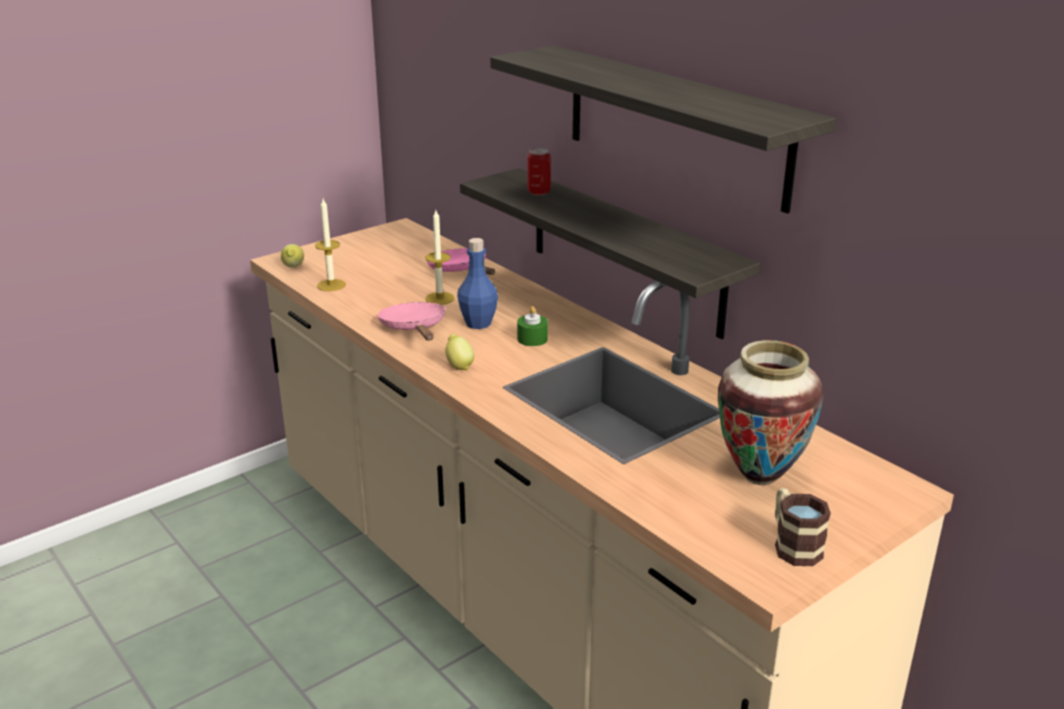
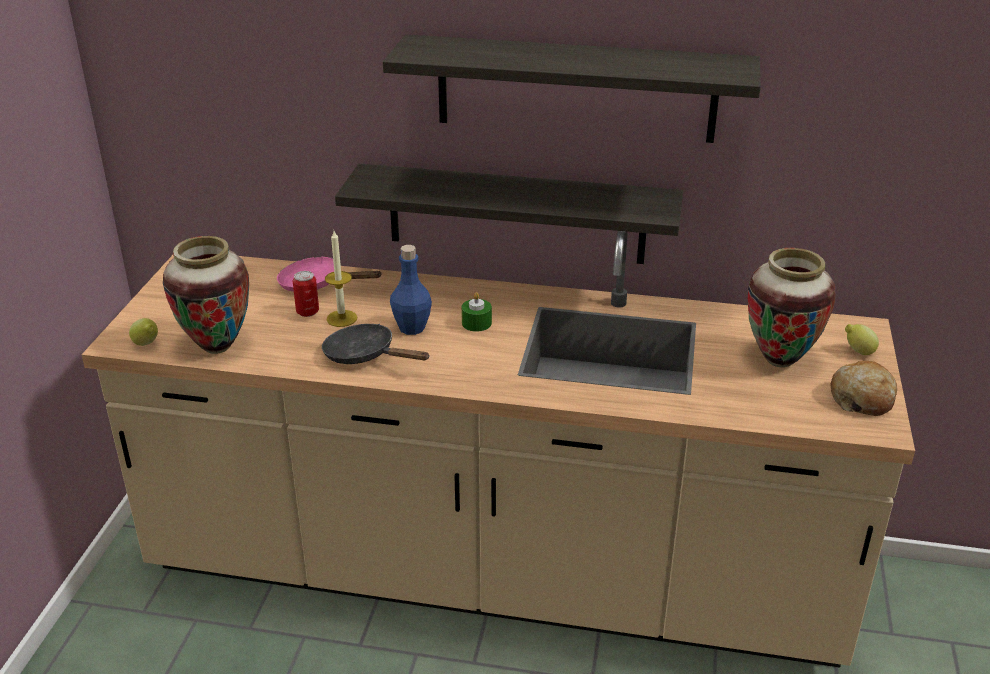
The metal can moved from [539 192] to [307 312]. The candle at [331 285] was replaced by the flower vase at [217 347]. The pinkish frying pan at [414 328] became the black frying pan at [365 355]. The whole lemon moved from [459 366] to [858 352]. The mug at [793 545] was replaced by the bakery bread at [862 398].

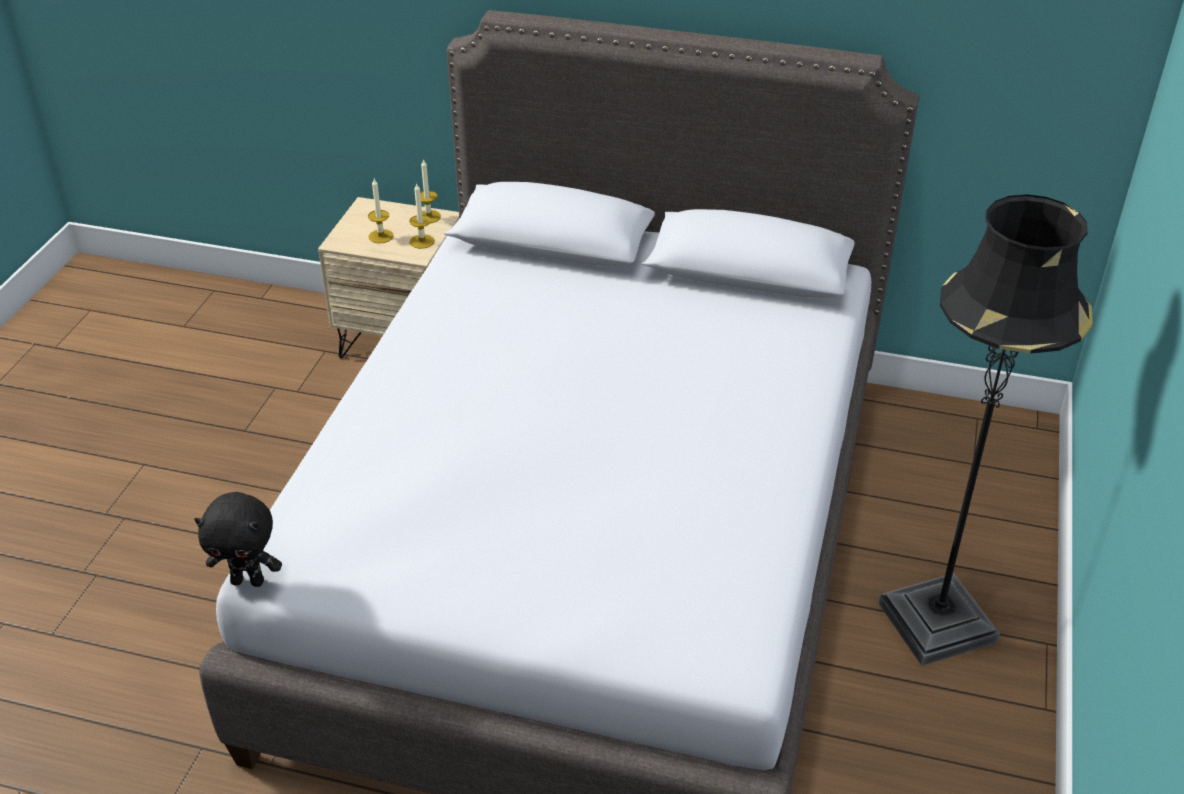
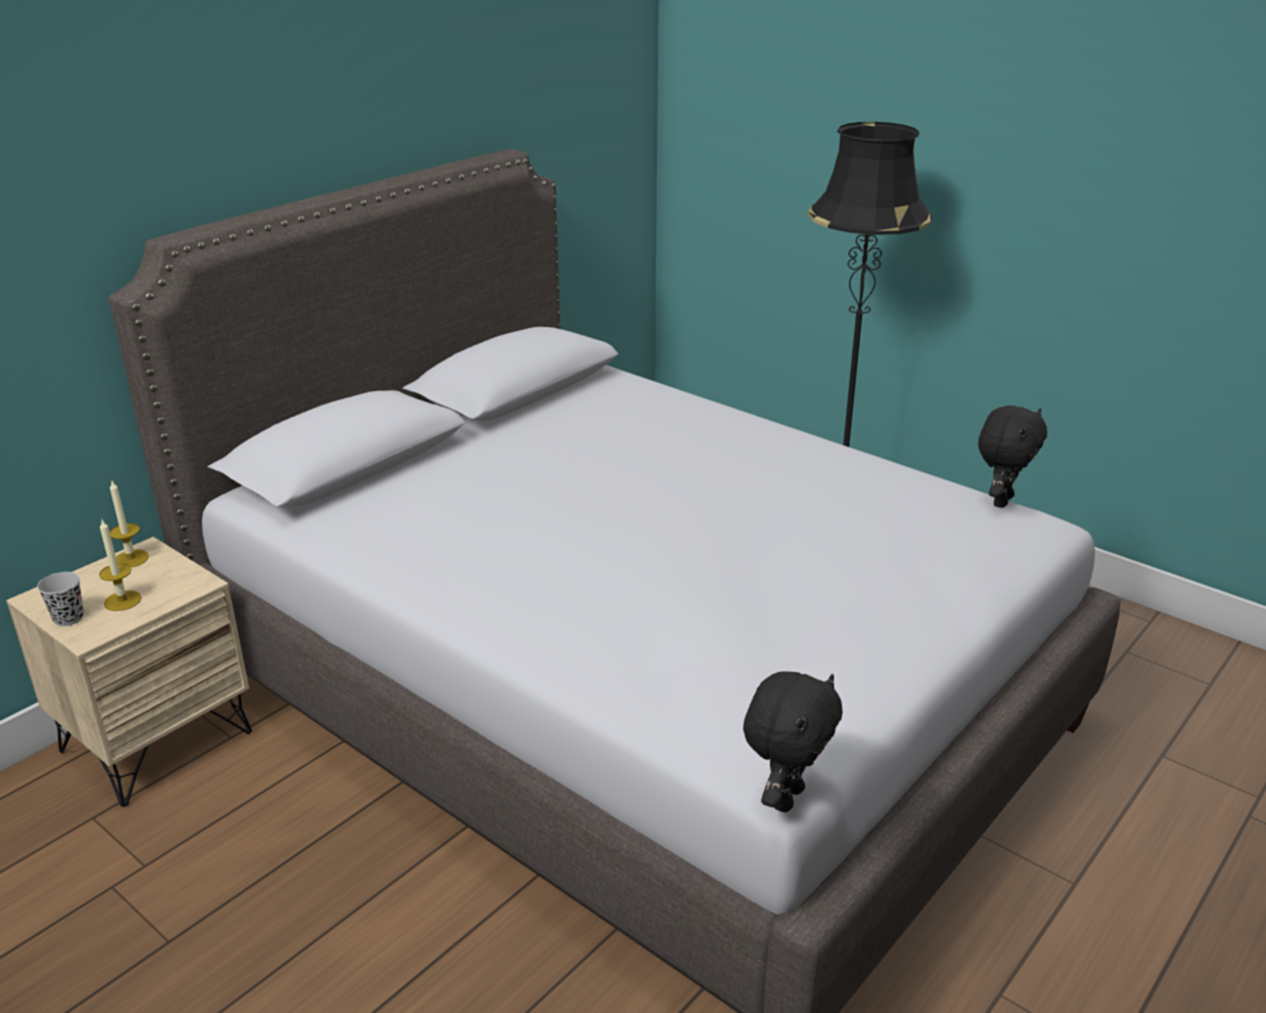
The candle at [422 241] disappeared. The black cuddly toy at [1000 500] appeared. The black drinking cup at [68 618] appeared.

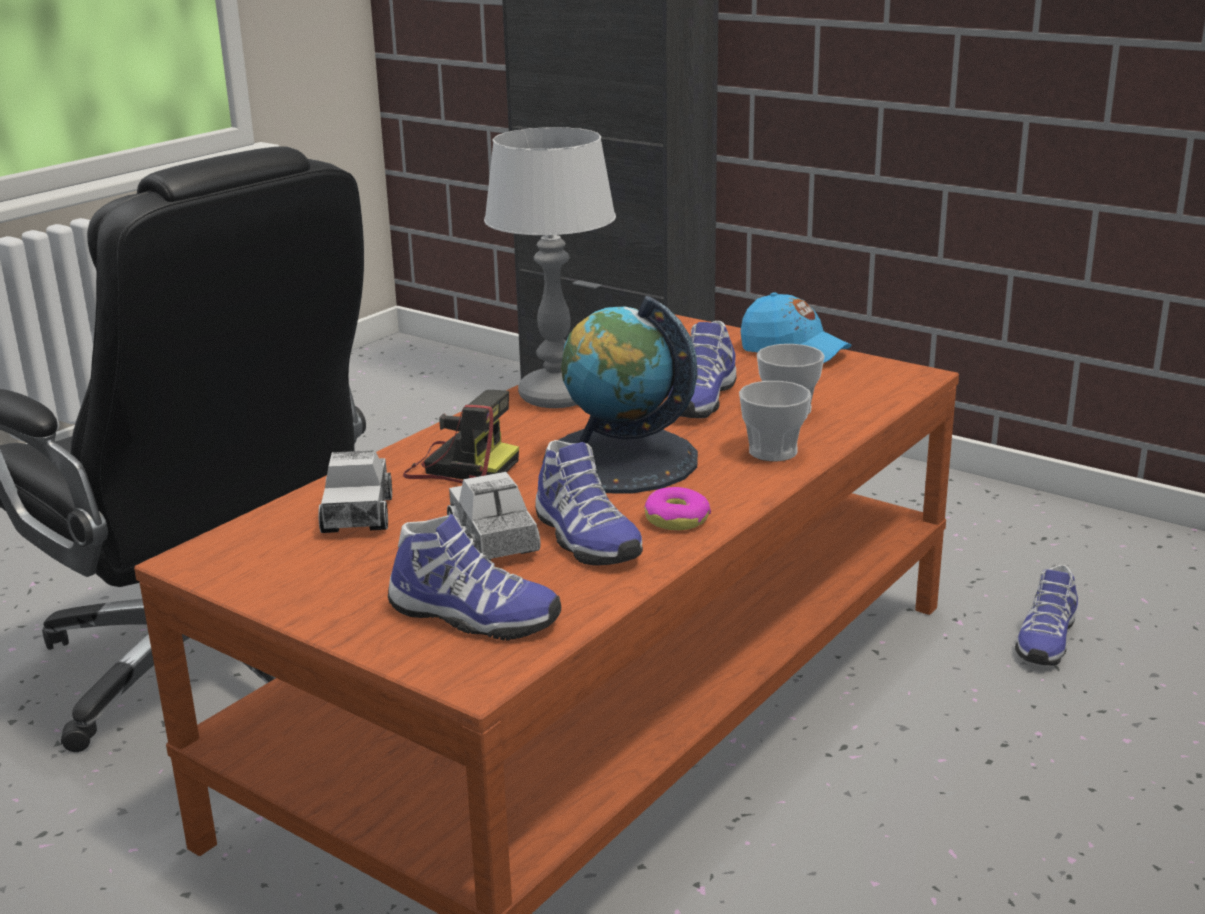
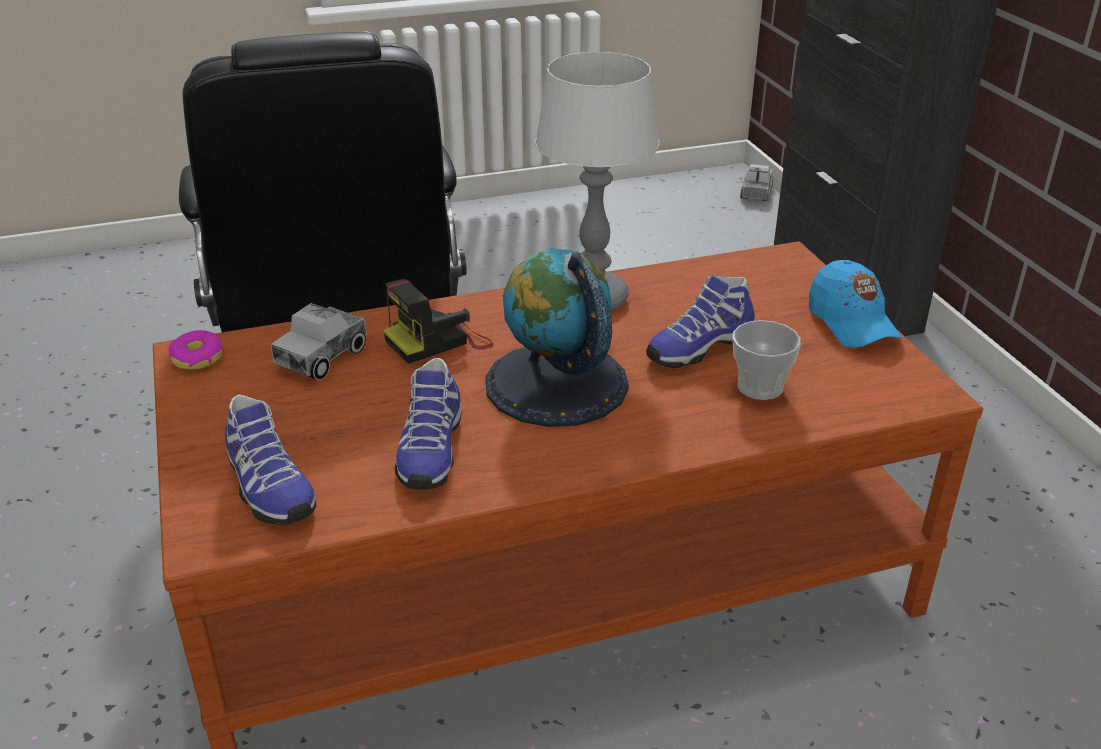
The drinking cup at [773 451] disappeared. The still camera at [459 466] turned 90 degrees clockwise. The model truck moved from [494 541] to [756 193]. The doughnut moved from [677 519] to [197 358]. The shoe at [1044 640] disappeared.

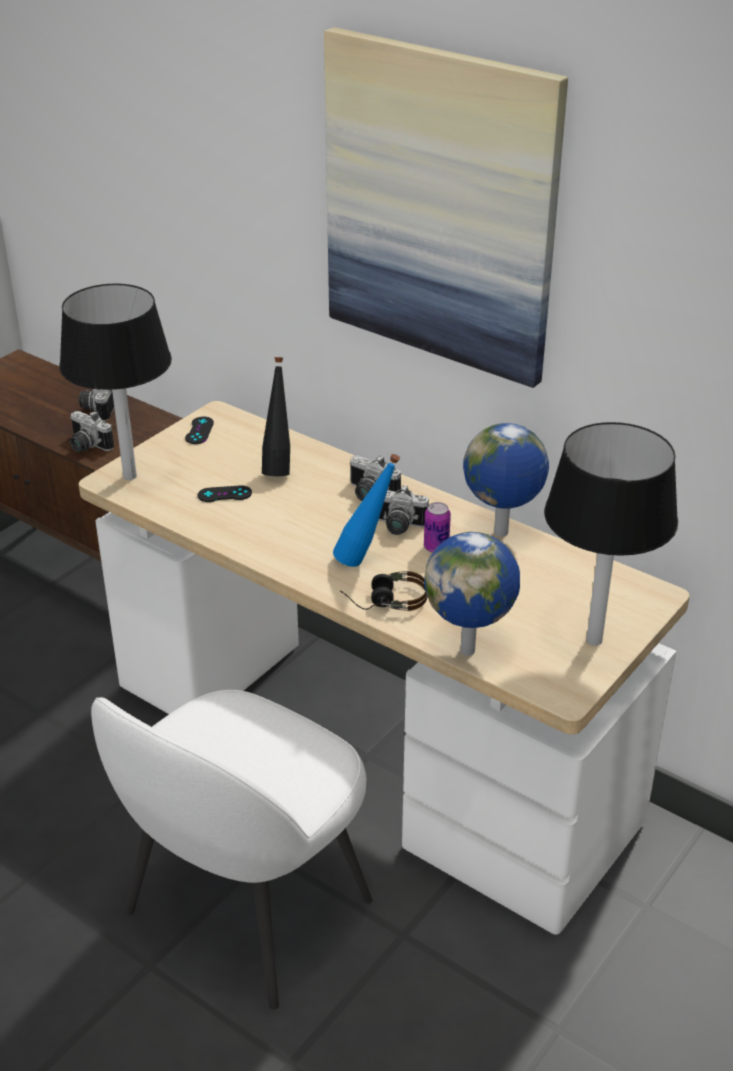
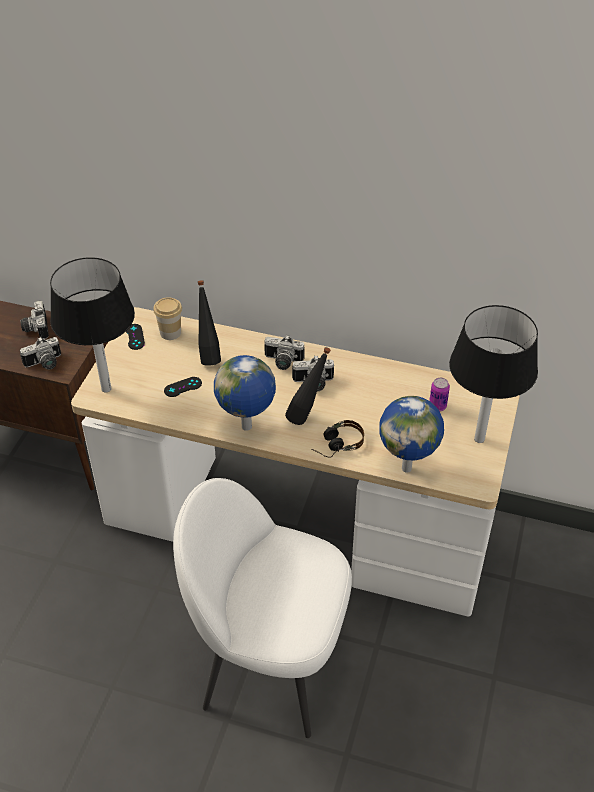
The picture at [440 207] disappeared. The still camera at [86 446] turned 45 degrees counterclockwise. The desk globe moved from [501 533] to [247 427]. The blue-coloured beverage bottle at [365 560] became the black beverage bottle at [307 416]. The metal can moved from [436 547] to [437 406]. The whitish plain chair at [244 911] turned 90 degrees clockwise. The drinking cup at [170 333] appeared.

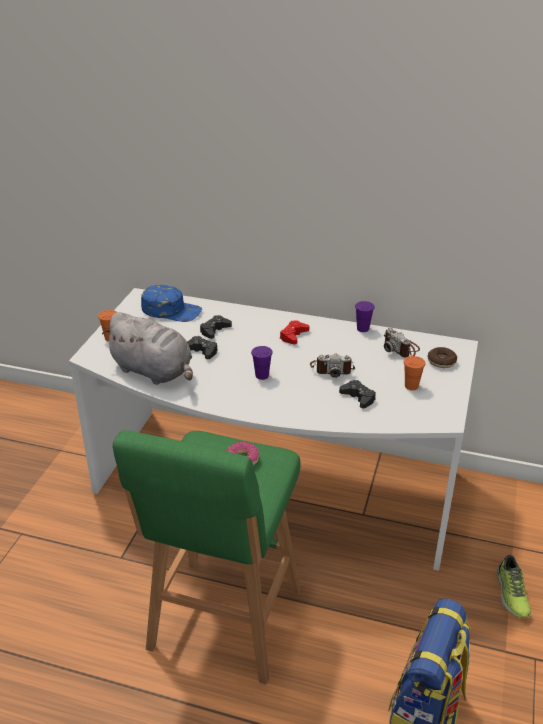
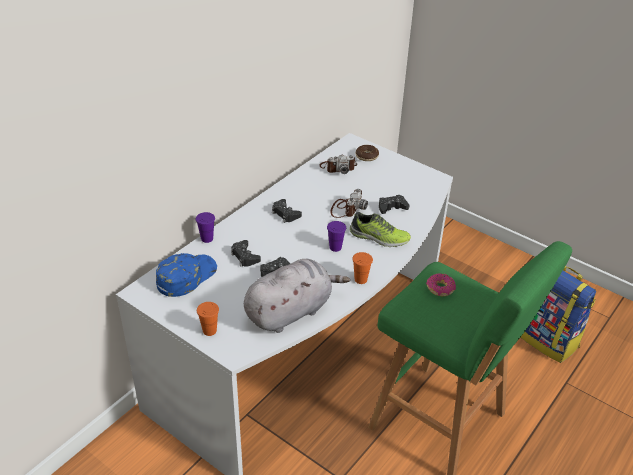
The purple drinking cup moved from [363 329] to [207 238]. The red joypad at [293 336] became the black joypad at [285 214]. The orange drinking cup moved from [411 386] to [360 279]. The shoe moved from [511 593] to [379 237].

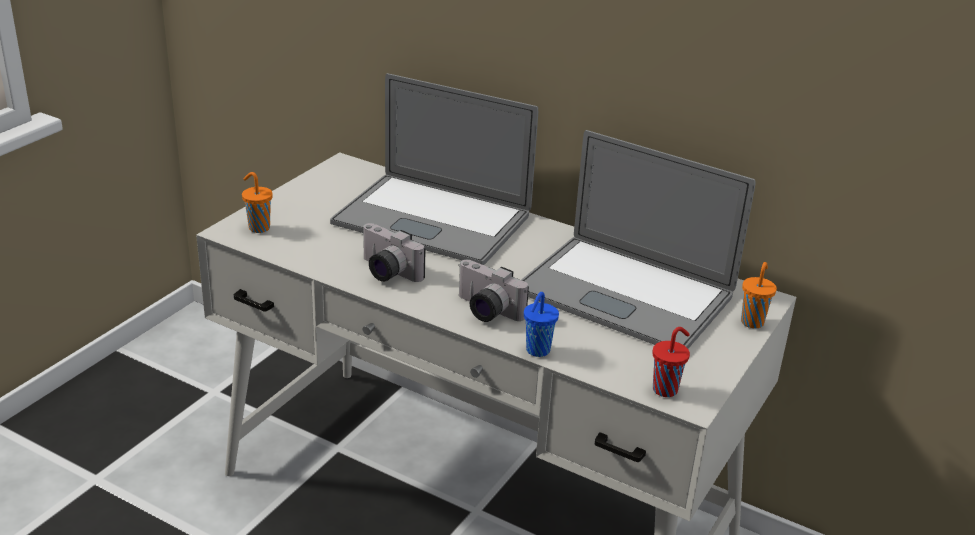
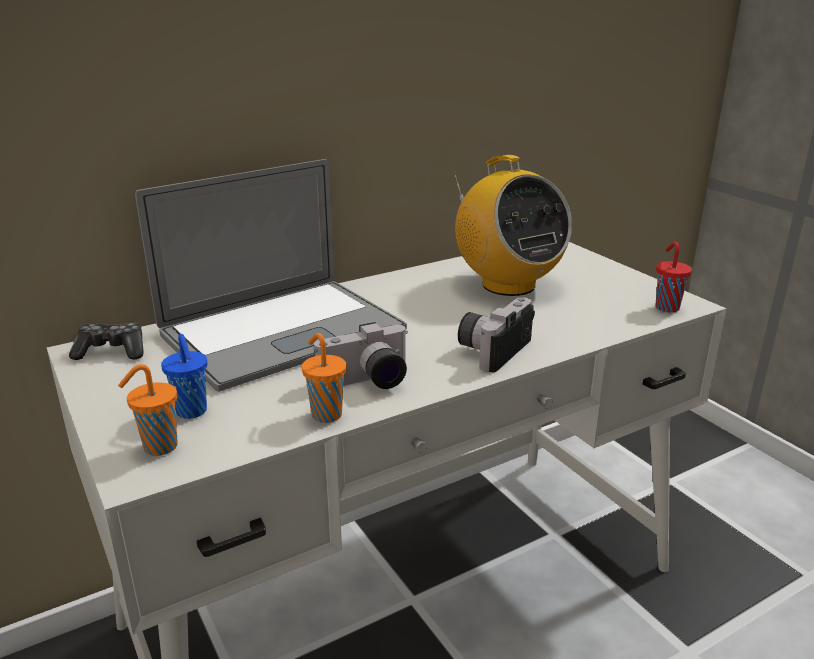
The notebook computer at [624 294] was replaced by the radio receiver at [507 285]. The still camera at [485 311] turned 150 degrees clockwise. The orange drinking cup moved from [752 321] to [325 414]. The blue-coloured drinking cup moved from [537 351] to [192 412]. The joypad at [112 351] appeared.

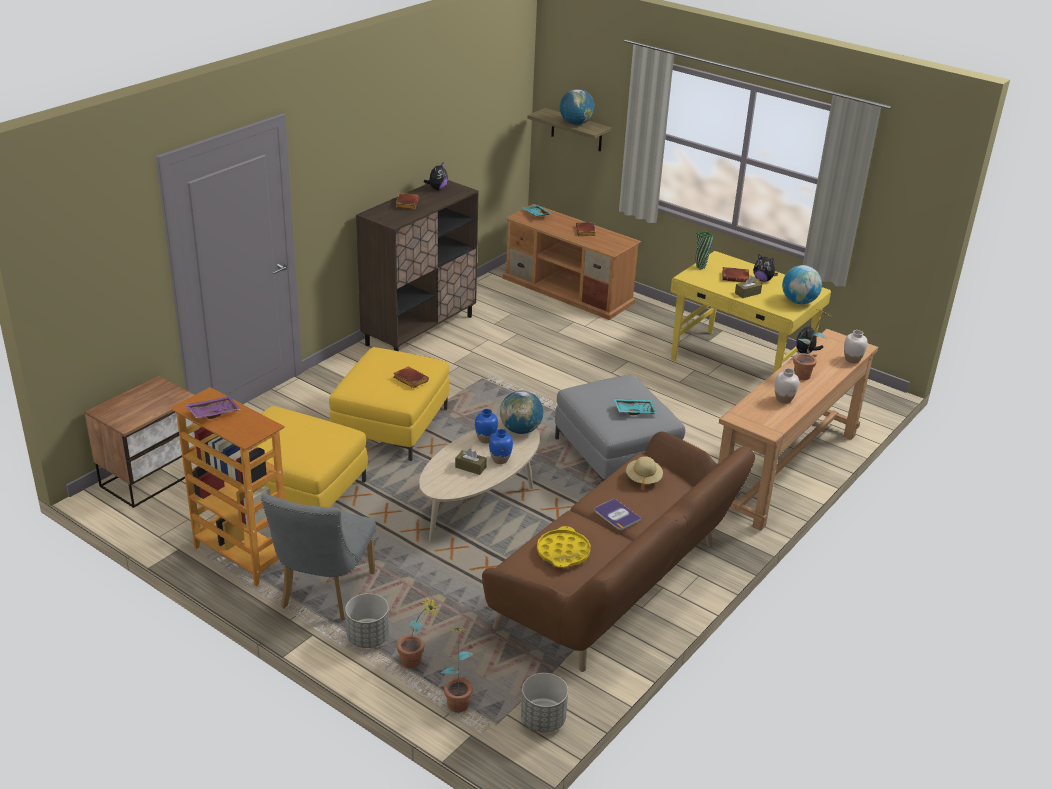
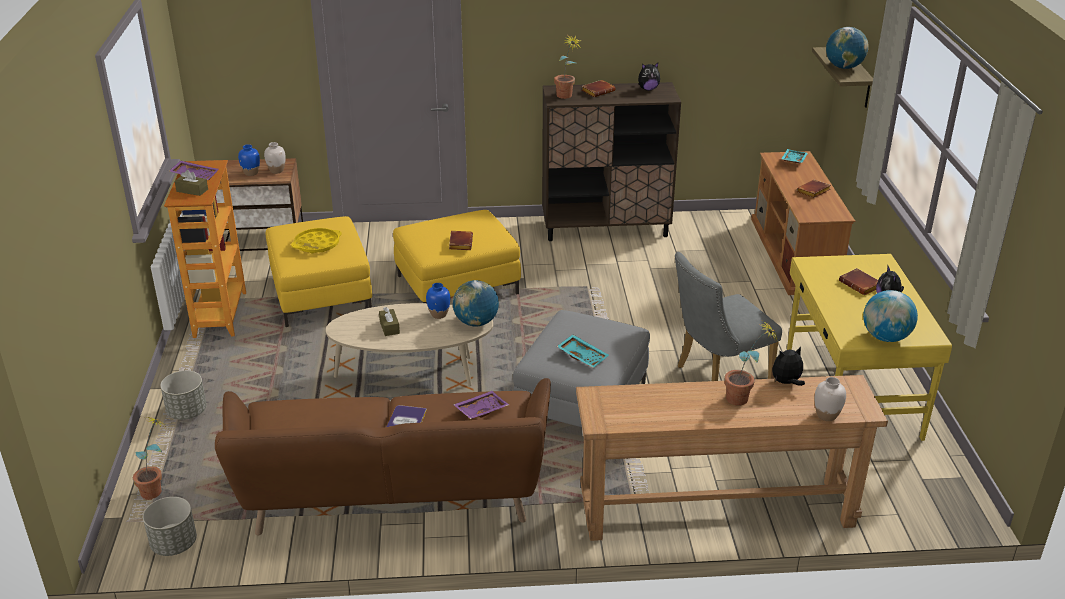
The greenish flower vase at [700 267] disappeared. The brownish box of tissues moved from [747 293] to [192 190]. The whitish flower vase moved from [783 399] to [277 170]. The blue-coloured flower vase moved from [500 460] to [251 173]. The sand-coloured clothing hat at [643 479] was replaced by the purple carrying tray at [480 410]. The gray plain chair moved from [324 595] to [717 375]. The yellow-coloured carrying tray moved from [563 552] to [317 244]. The potted plant moved from [417 663] to [566 97].

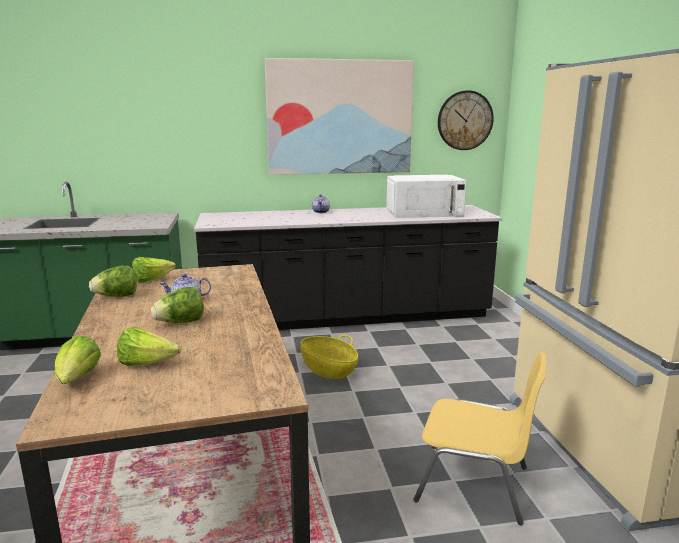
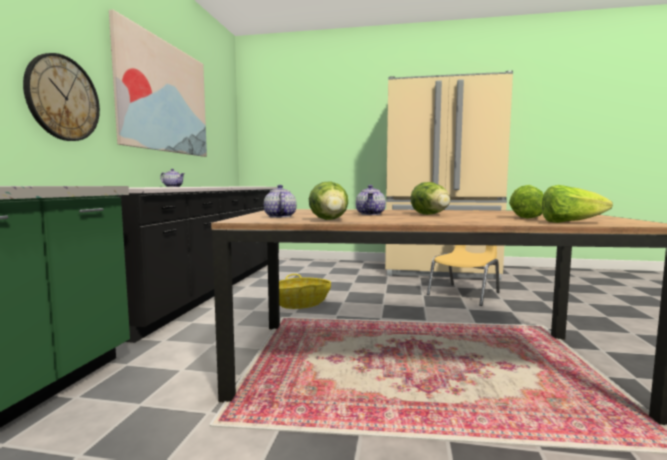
The wall clock moved from [465 120] to [63 98]. The whitish kitchen microwave at [424 213] disappeared. The head of lettuce at [151 280] was replaced by the teapot at [279 216].

